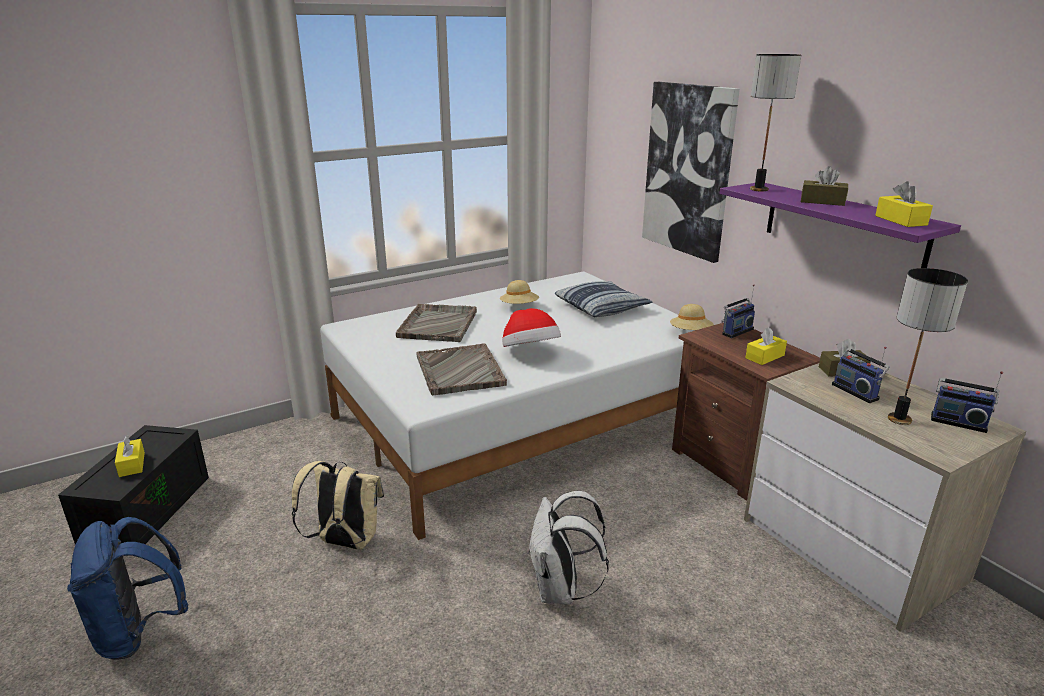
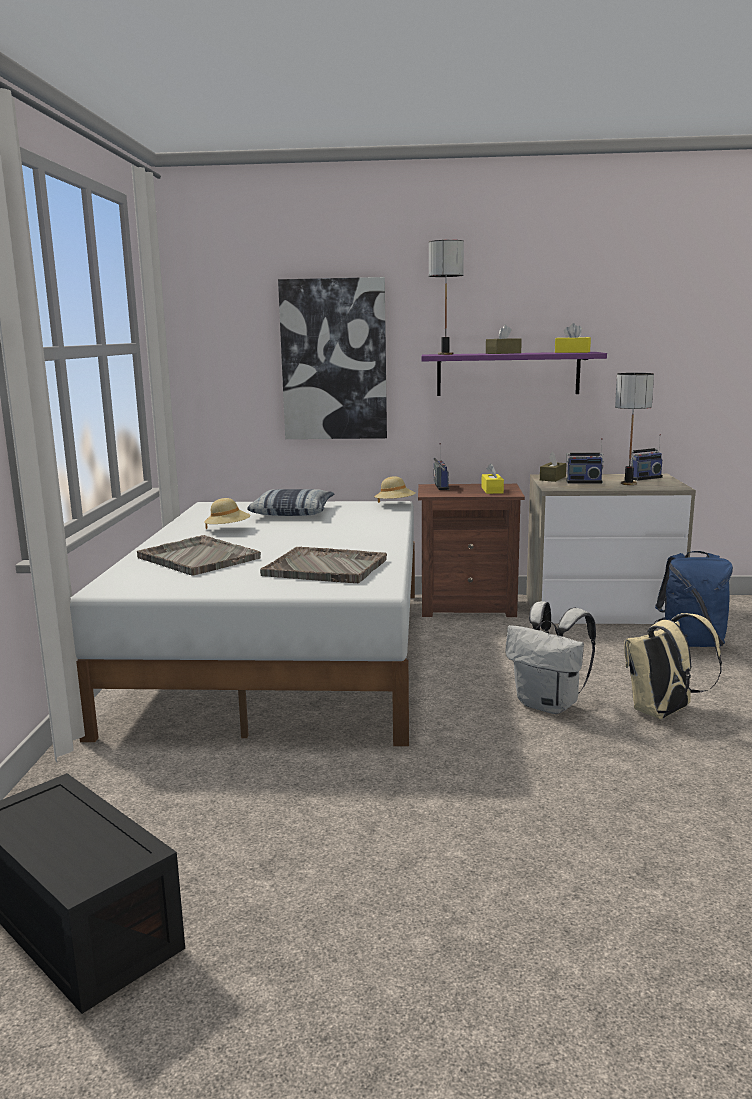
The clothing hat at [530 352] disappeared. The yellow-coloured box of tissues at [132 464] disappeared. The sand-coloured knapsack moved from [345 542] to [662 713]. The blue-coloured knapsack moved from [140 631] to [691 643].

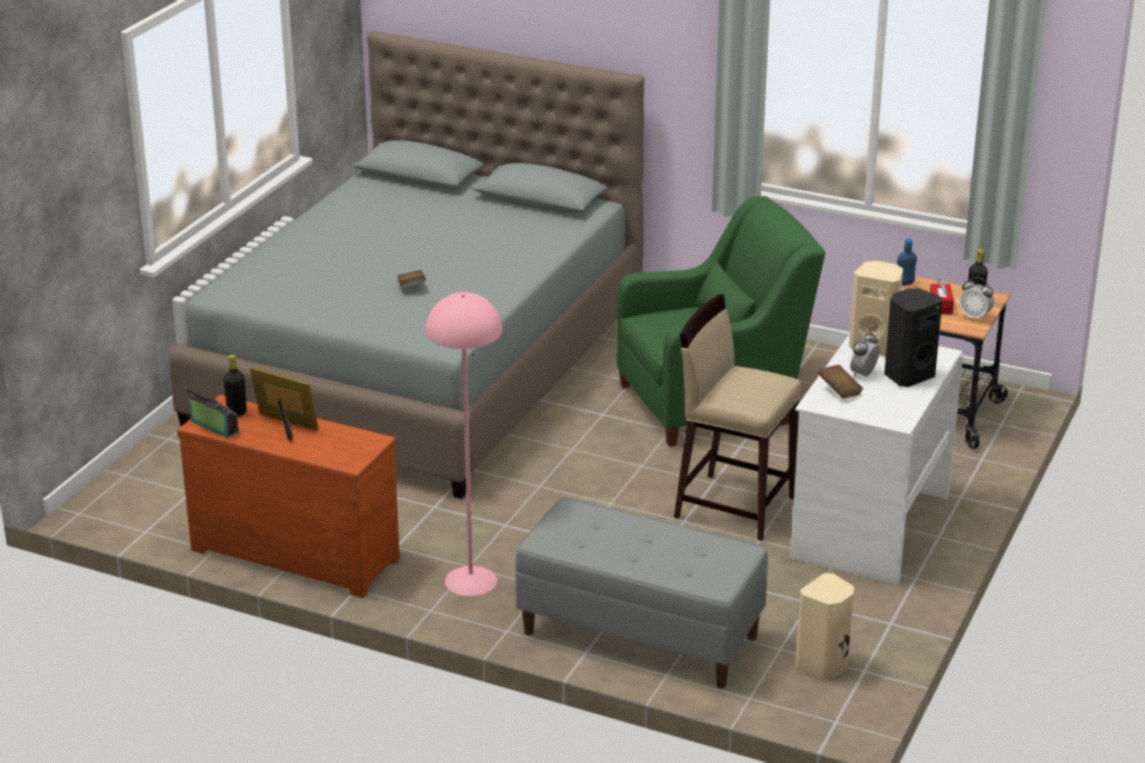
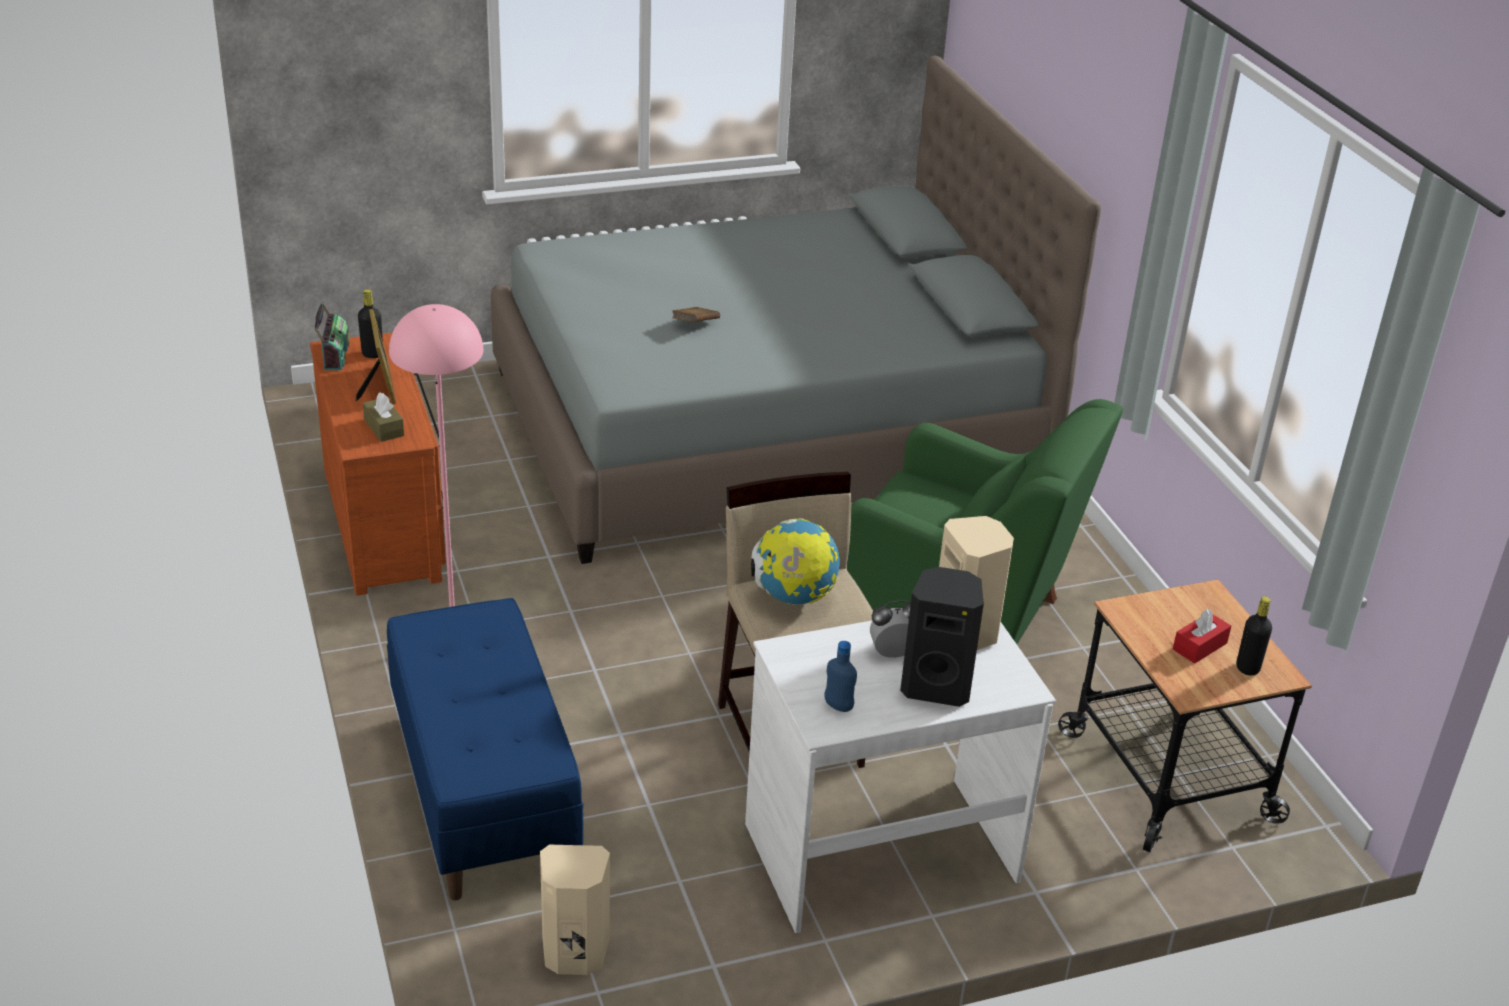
The blue-coloured beverage bottle moved from [905 283] to [838 706]. The alarm clock at [975 317] disappeared. The brownish volume at [839 391] disappeared. The gray long seat at [639 635] became the blue-coloured long seat at [482 792]. The brownish box of tissues at [384 428] appeared. The desk globe at [793 597] appeared.

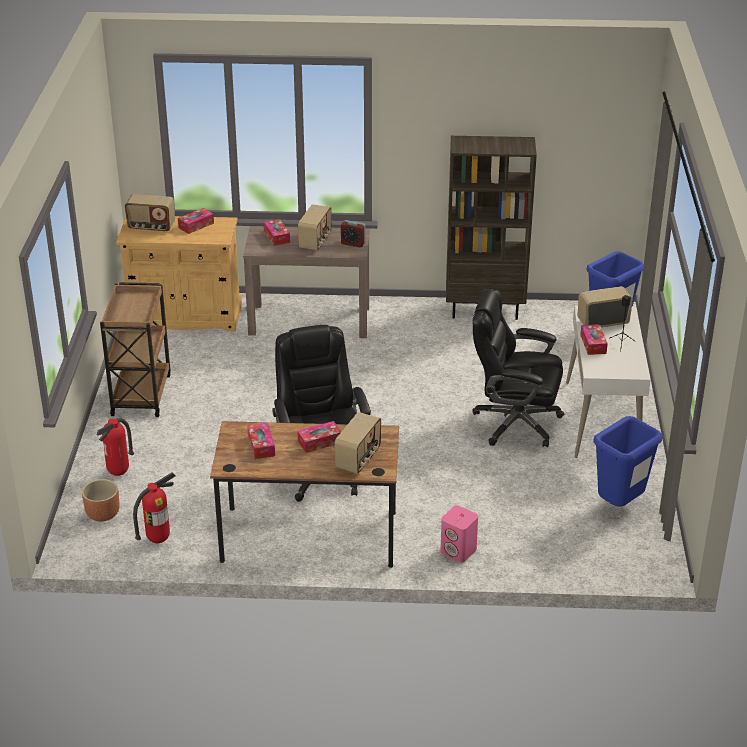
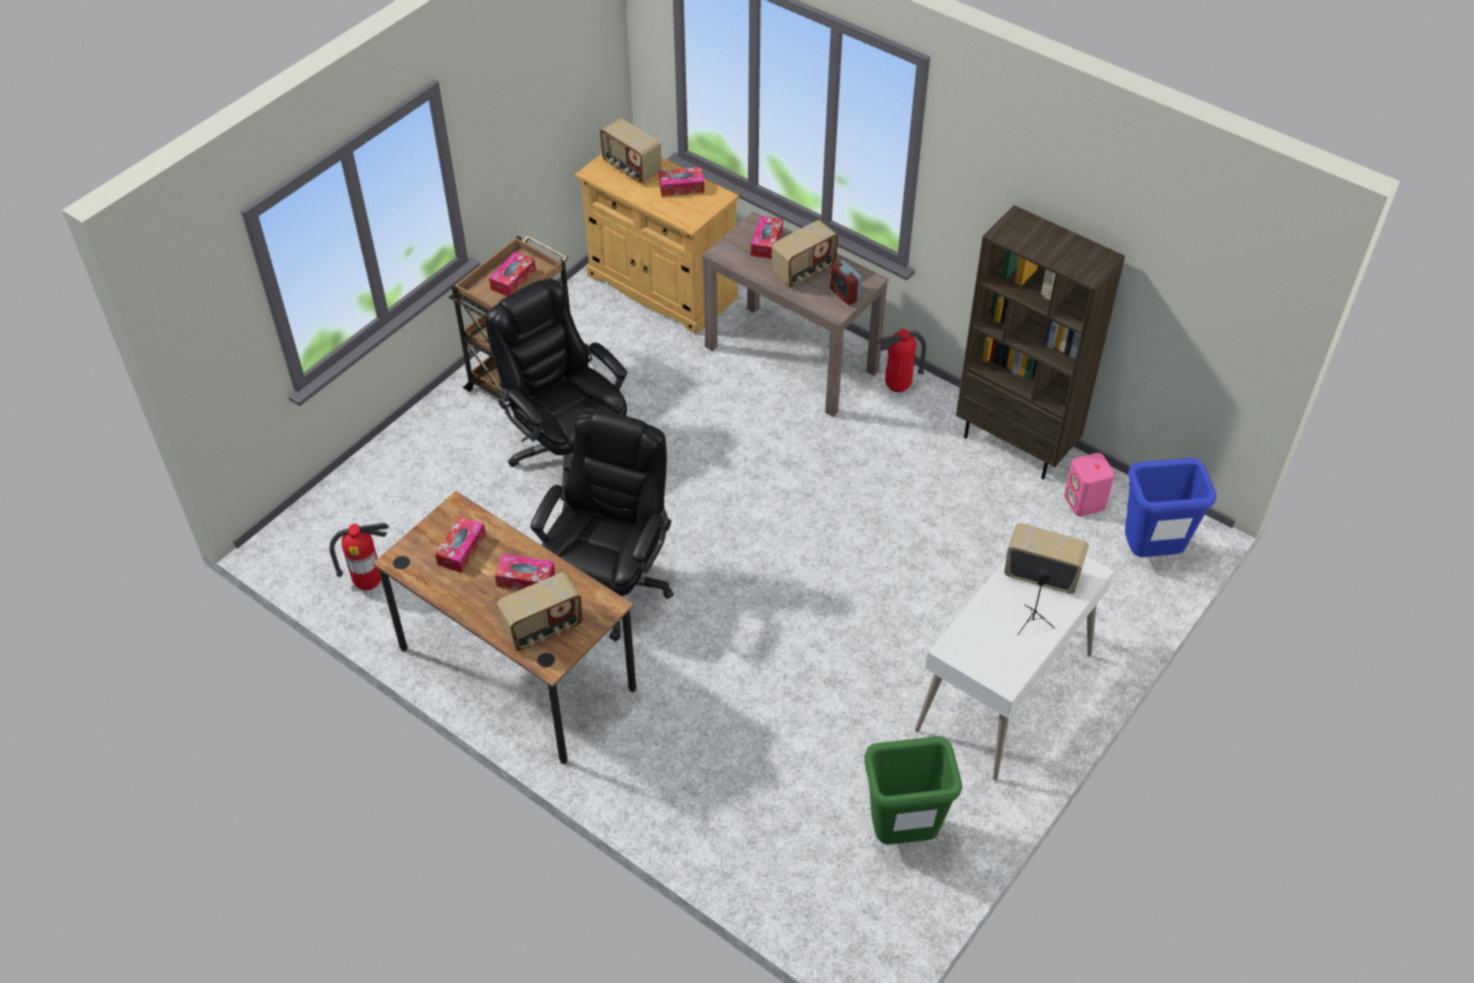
The black computer chair moved from [514 422] to [568 450]. The box of tissues moved from [593 344] to [513 280]. The blue-coloured waste bin at [619 505] became the greenish waste bin at [902 834]. The fire-fighting cylinder moved from [119 473] to [897 388]. The brownish flower pot at [103 514] disappeared. The pinkish speaker moved from [458 551] to [1084 502].

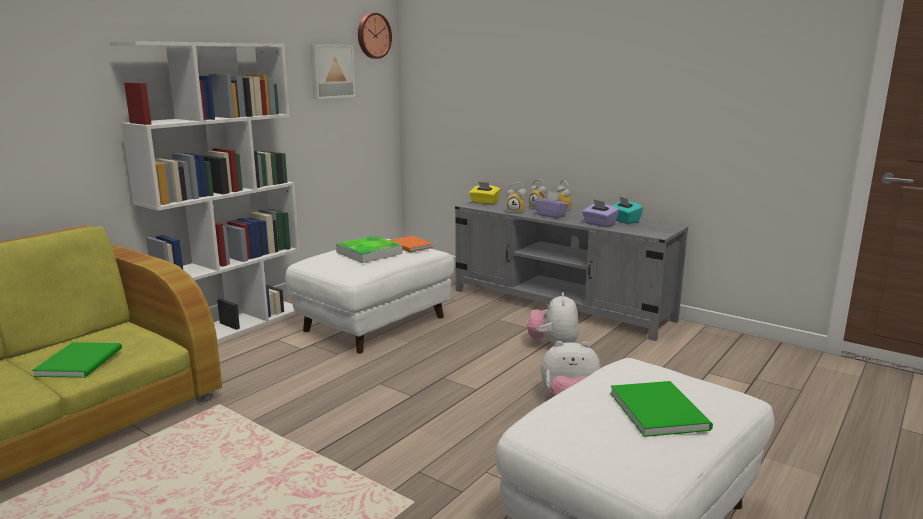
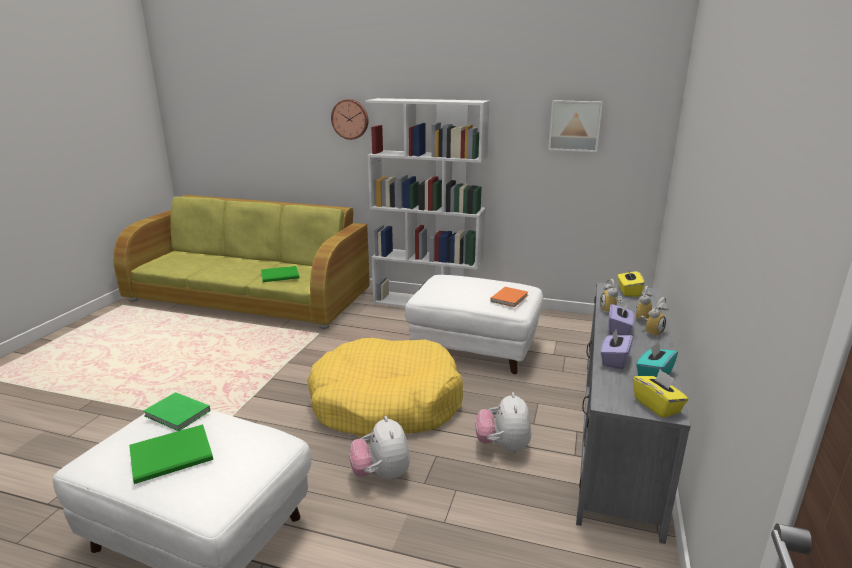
The wall clock moved from [373 36] to [350 119]. The carrying tray at [369 253] disappeared. The cuddly toy at [553 344] turned 75 degrees counterclockwise. The yellow-coloured dog cushion at [386 403] appeared. The yellow-coloured box of tissues at [657 406] appeared. The greenish volume at [177 414] appeared.

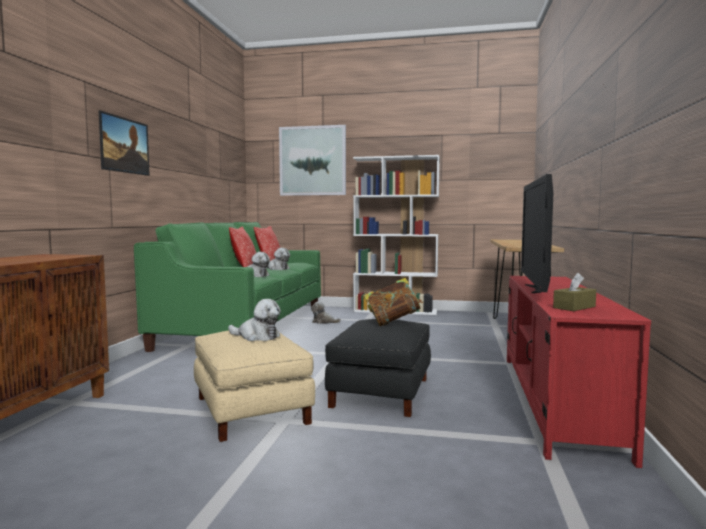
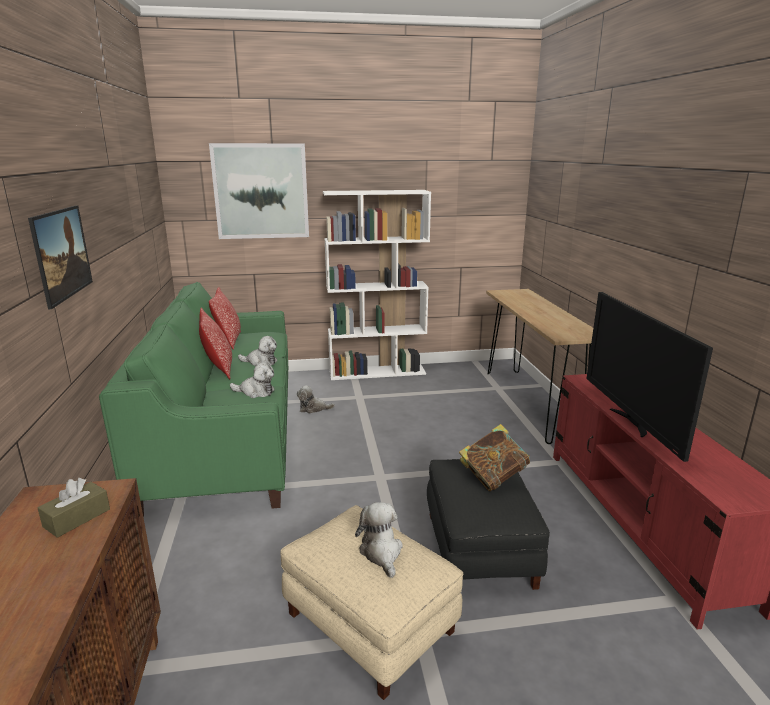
The brownish box of tissues moved from [574 307] to [77 518]. The cuddly toy at [257 336] turned 105 degrees counterclockwise.

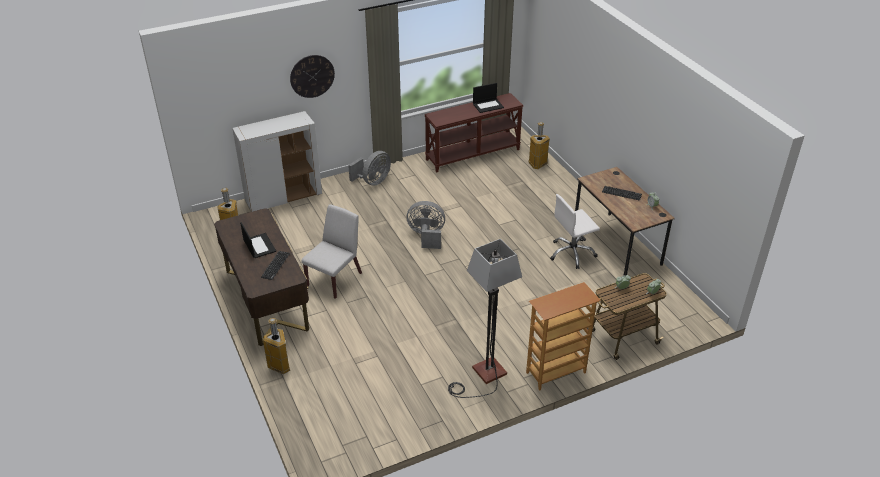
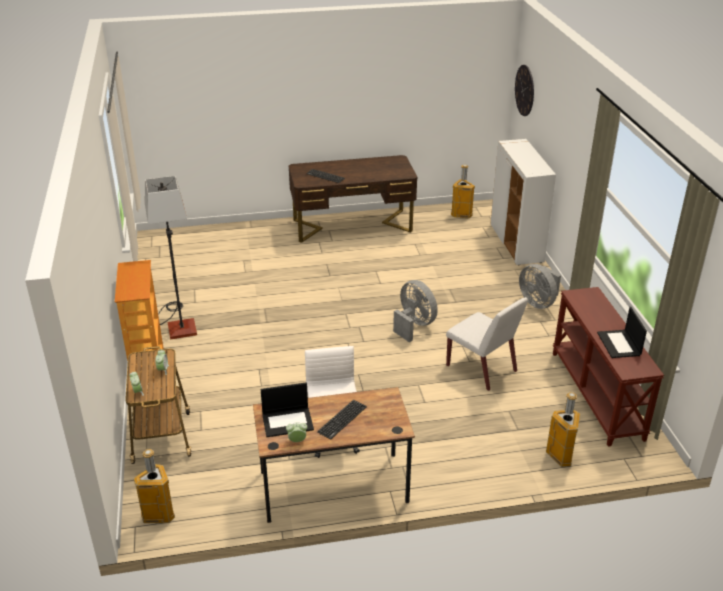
The wall clock moved from [312 76] to [524 90]. The gray cooling fan at [427 236] turned 60 degrees counterclockwise. The whitish plain chair moved from [335 279] to [482 369]. The notebook computer moved from [259 245] to [288 421]. The waste bin moved from [280 366] to [158 515].

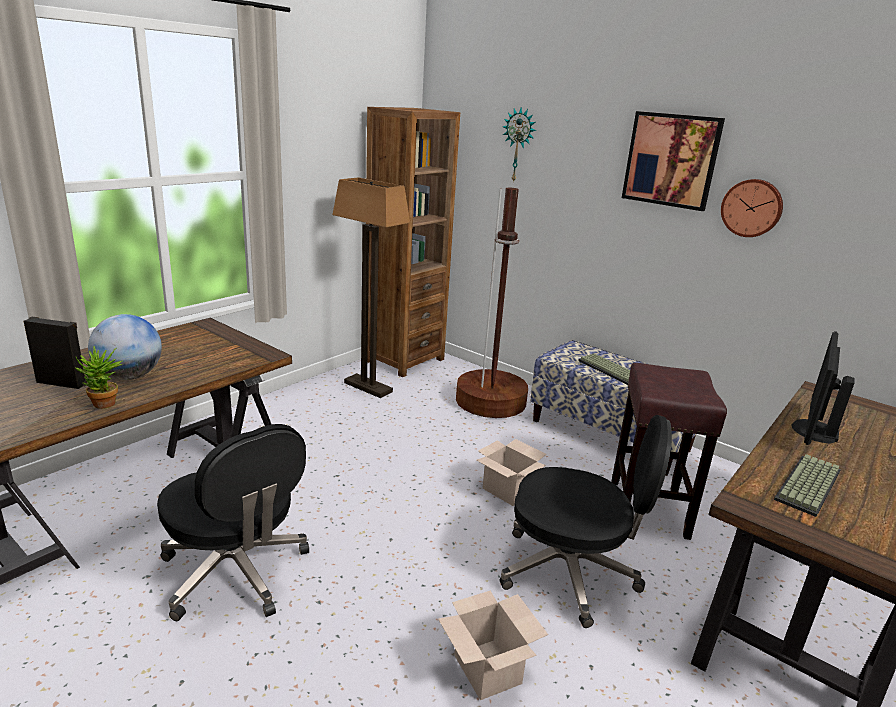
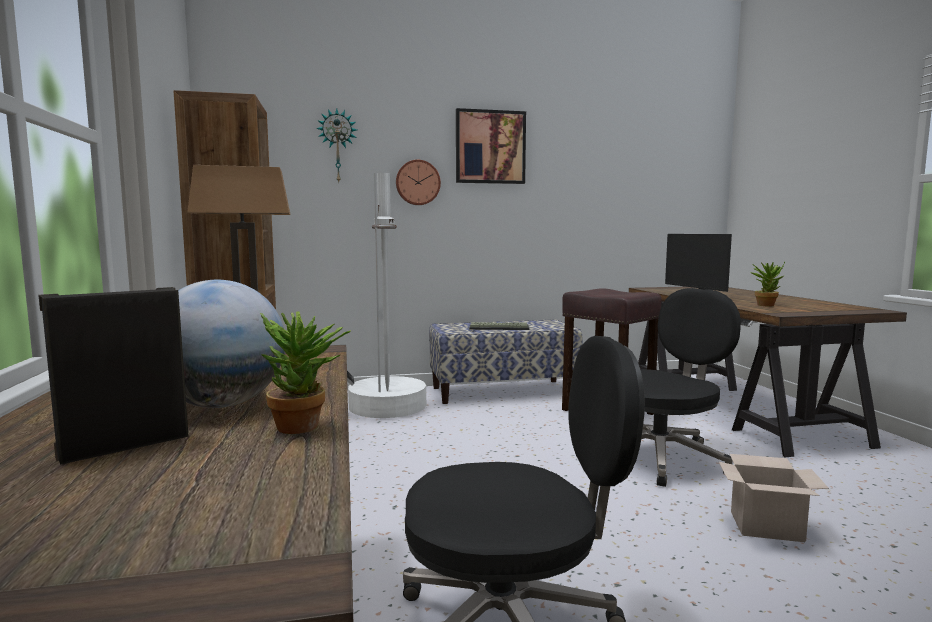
The wall clock moved from [752 208] to [417 182]. The brownish standard lamp at [491 401] became the whitish standard lamp at [387 406]. The carton at [509 491] disappeared. The computer keyboard at [810 486] was replaced by the potted plant at [766 305].

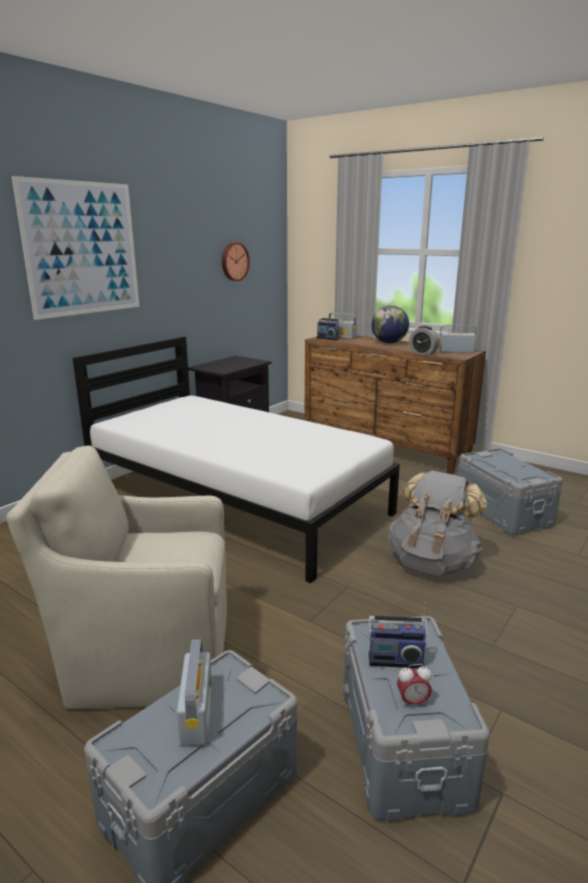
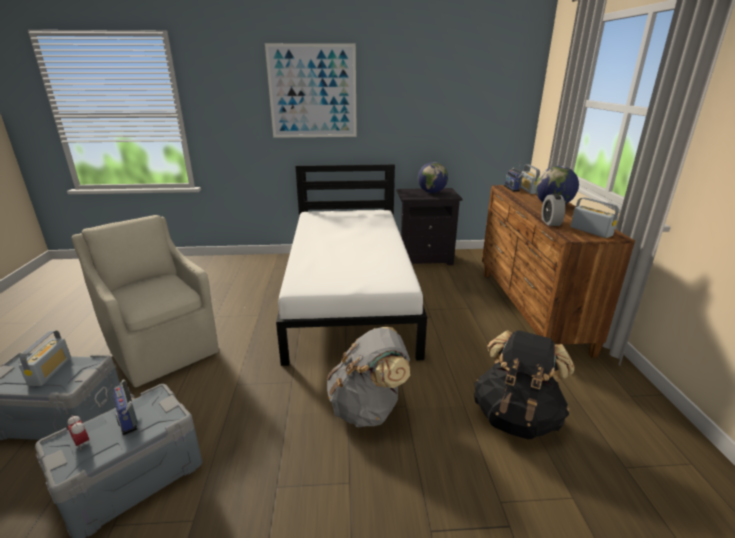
The wall clock at [234 261] disappeared. The gray storage container at [503 511] was replaced by the black knapsack at [516 417]. The radio receiver at [196 713] turned 45 degrees counterclockwise. The desk globe at [431 192] appeared.

